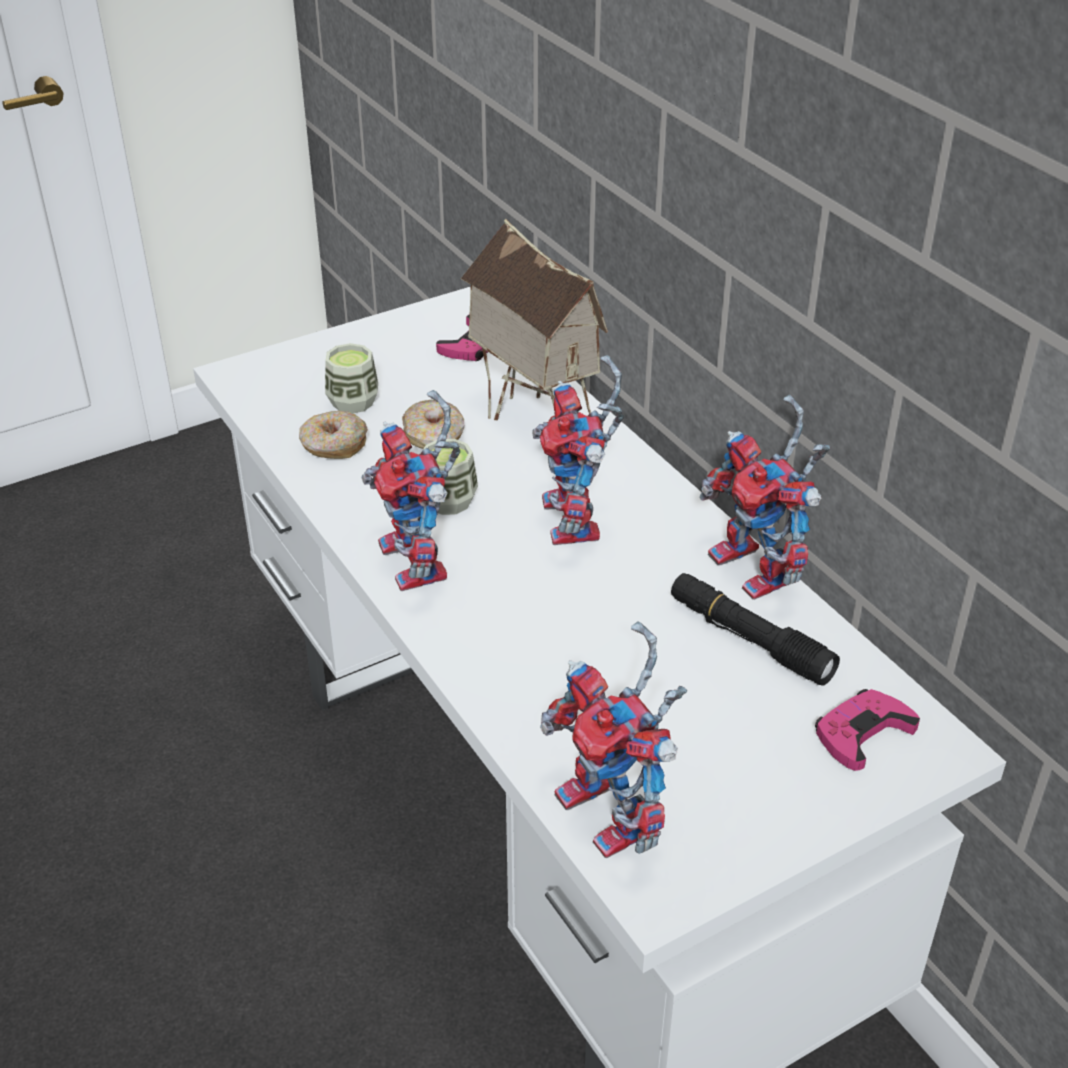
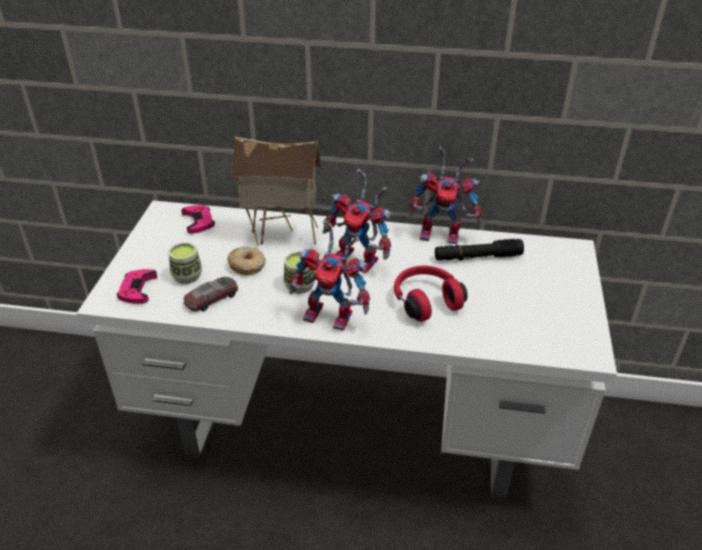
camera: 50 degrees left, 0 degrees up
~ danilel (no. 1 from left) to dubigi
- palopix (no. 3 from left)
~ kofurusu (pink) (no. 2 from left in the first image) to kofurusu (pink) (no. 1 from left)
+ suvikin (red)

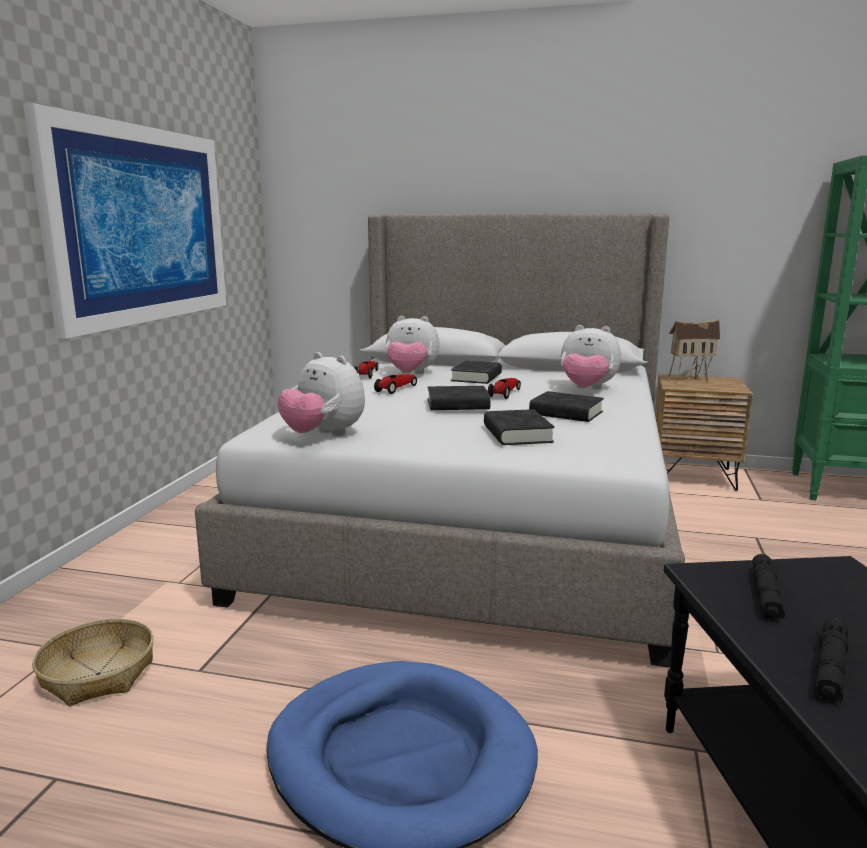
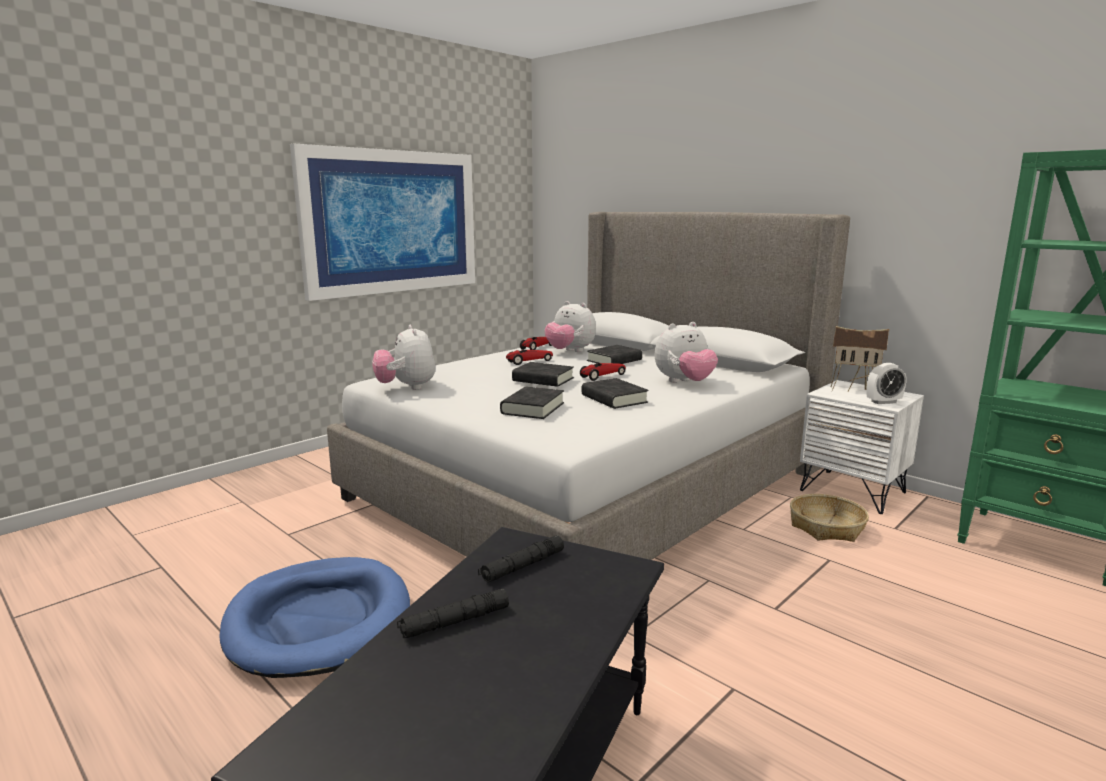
camera: 30 degrees right, 0 degrees up
~ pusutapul (no. 3 from left) 75 degrees counterclockwise
~ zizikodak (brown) to zizikodak (white)
~ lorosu
+ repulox

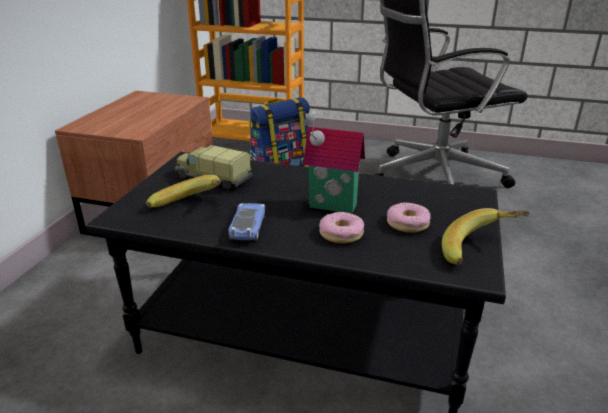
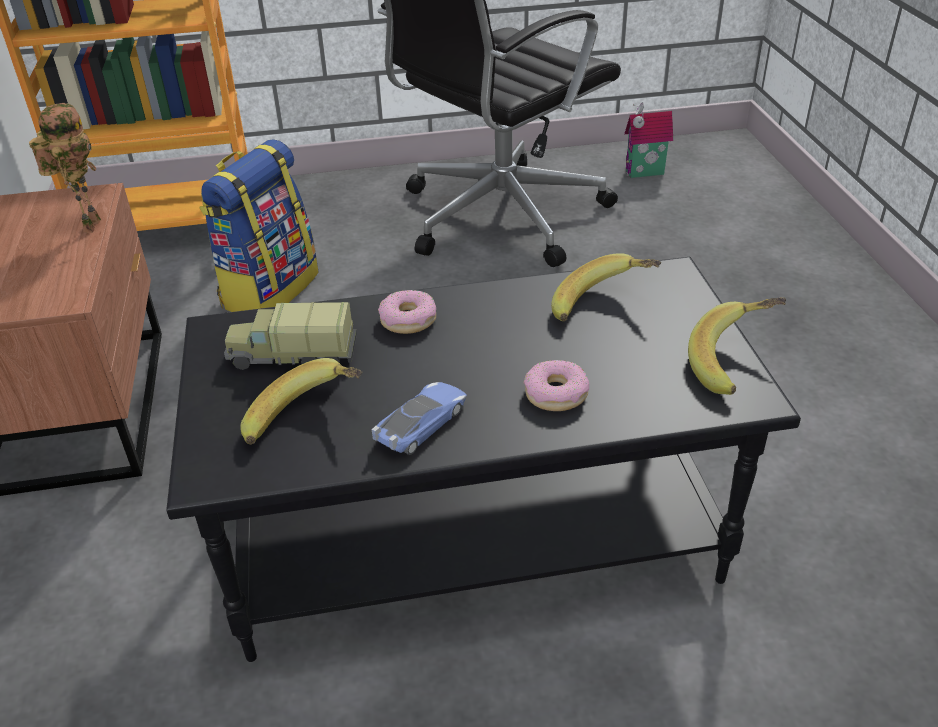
camera: 25 degrees left, 10 degrees up
~ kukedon
~ dubigi 60 degrees clockwise
~ danilel (no. 2 from left in the first image) to danilel (no. 1 from left)
+ palopix
+ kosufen (no. 2 from left)

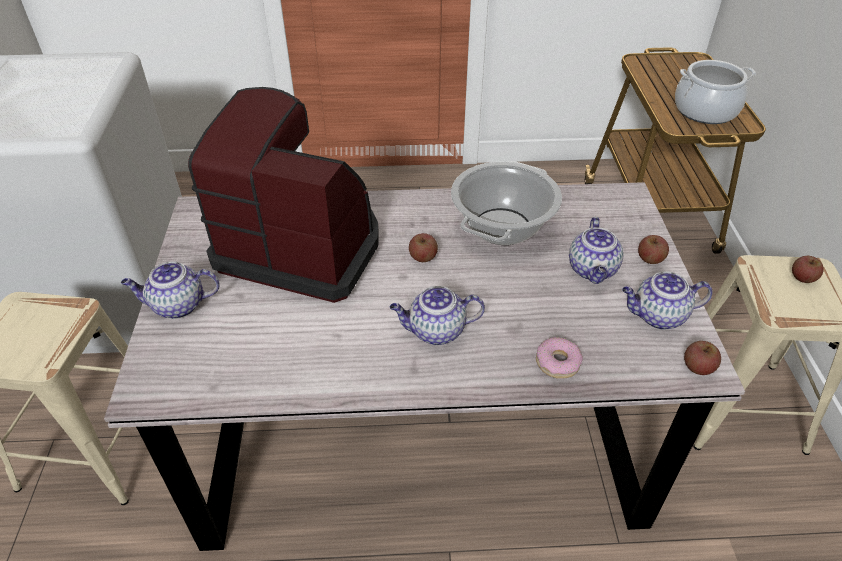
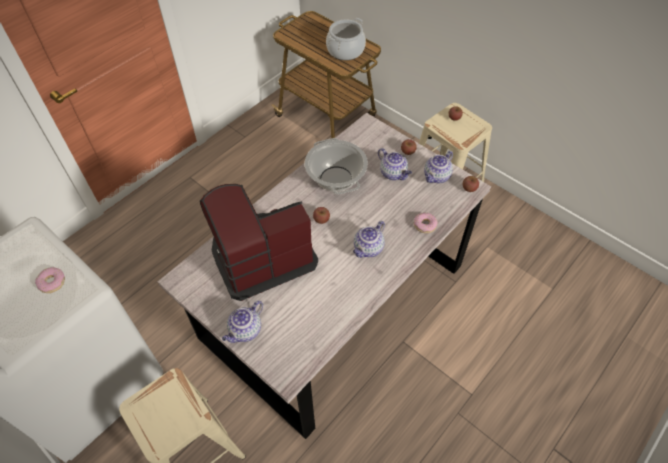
camera: 45 degrees left, 10 degrees up
+ danilel (no. 1 from left)

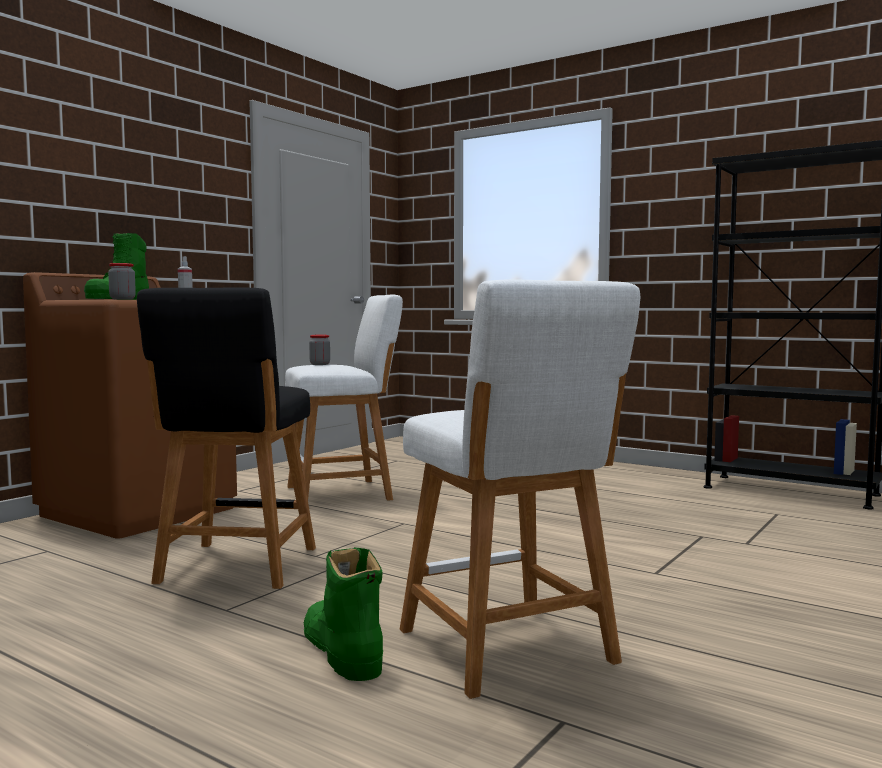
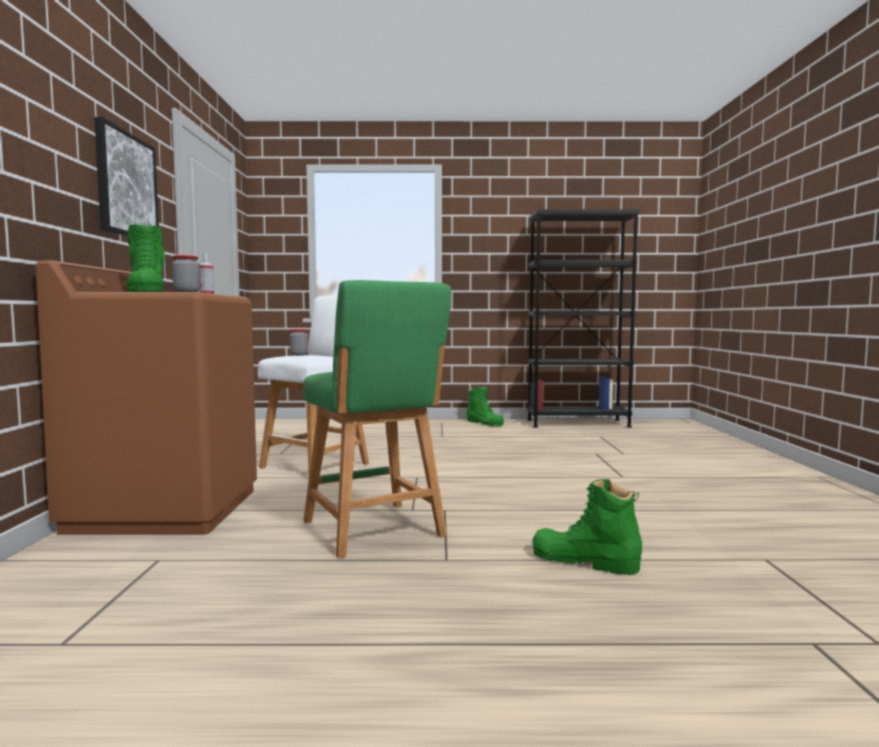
camera: 35 degrees left, 0 degrees up
- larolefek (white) (no. 2 from left)
~ larolefek (black) to larolefek (green)
+ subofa
+ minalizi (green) (no. 2 from left)

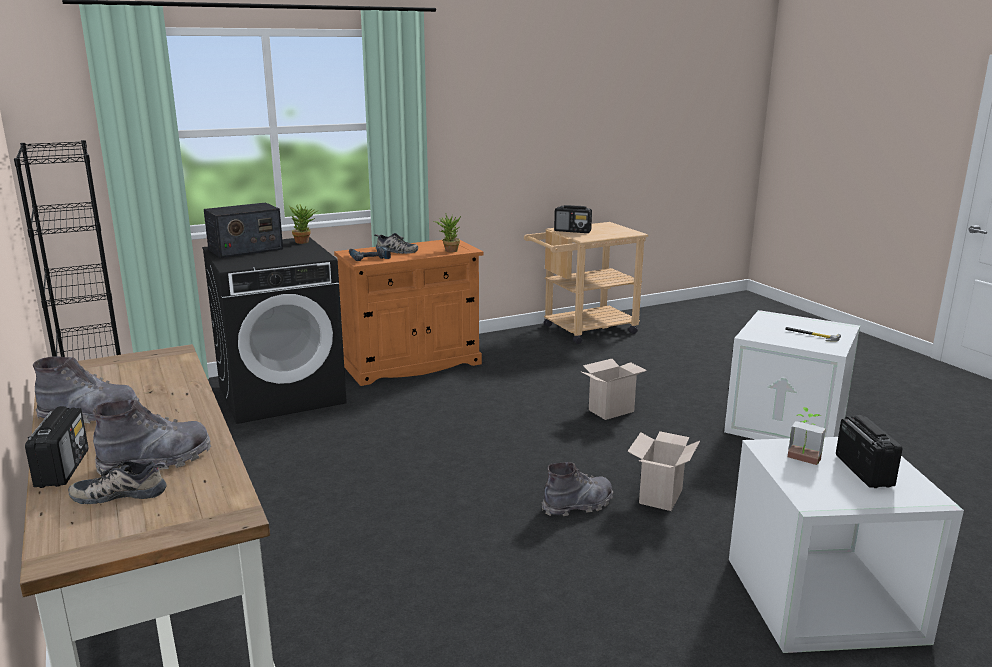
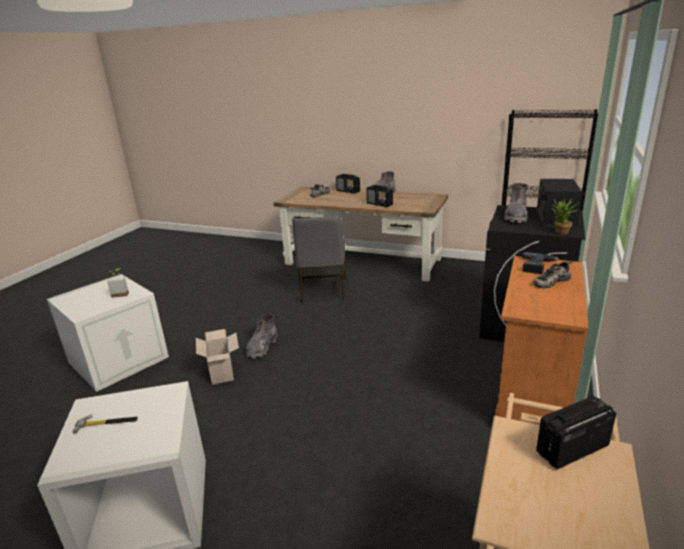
camera: 140 degrees right, 5 degrees up
- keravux (no. 2 from left)
- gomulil (no. 1 from left)
~ minalizi (grey) (no. 2 from left in the first image) to minalizi (grey) (no. 3 from left)
~ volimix (no. 4 from left in the first image) to volimix (no. 2 from left)
+ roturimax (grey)

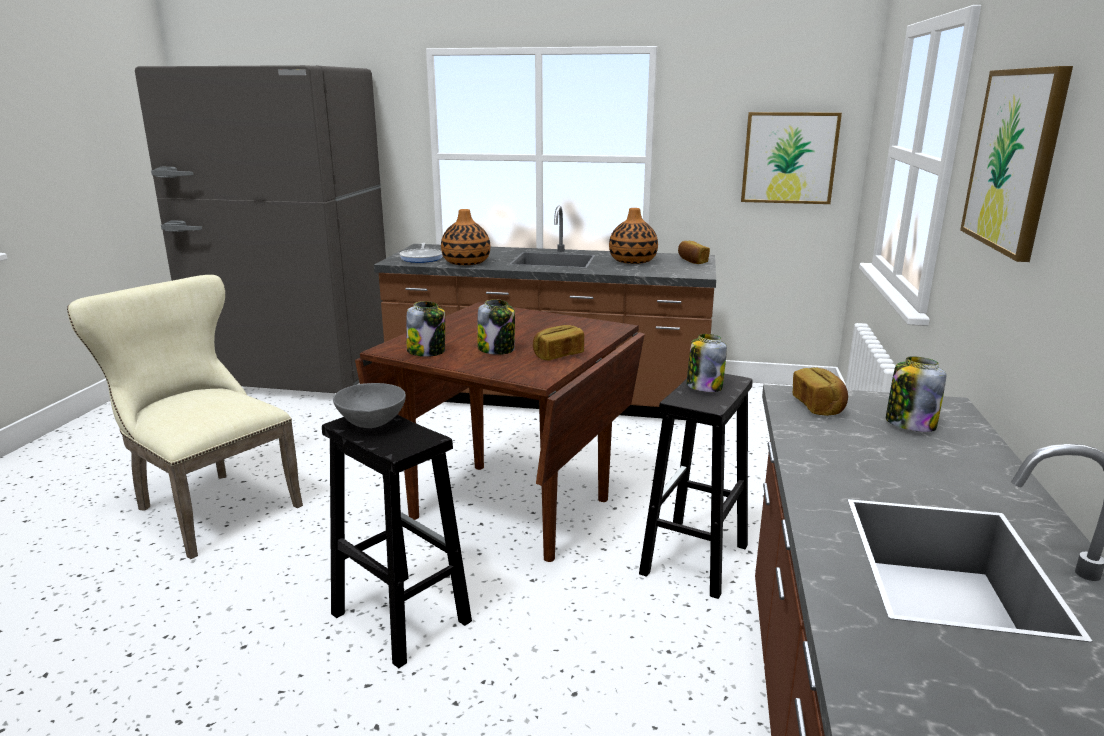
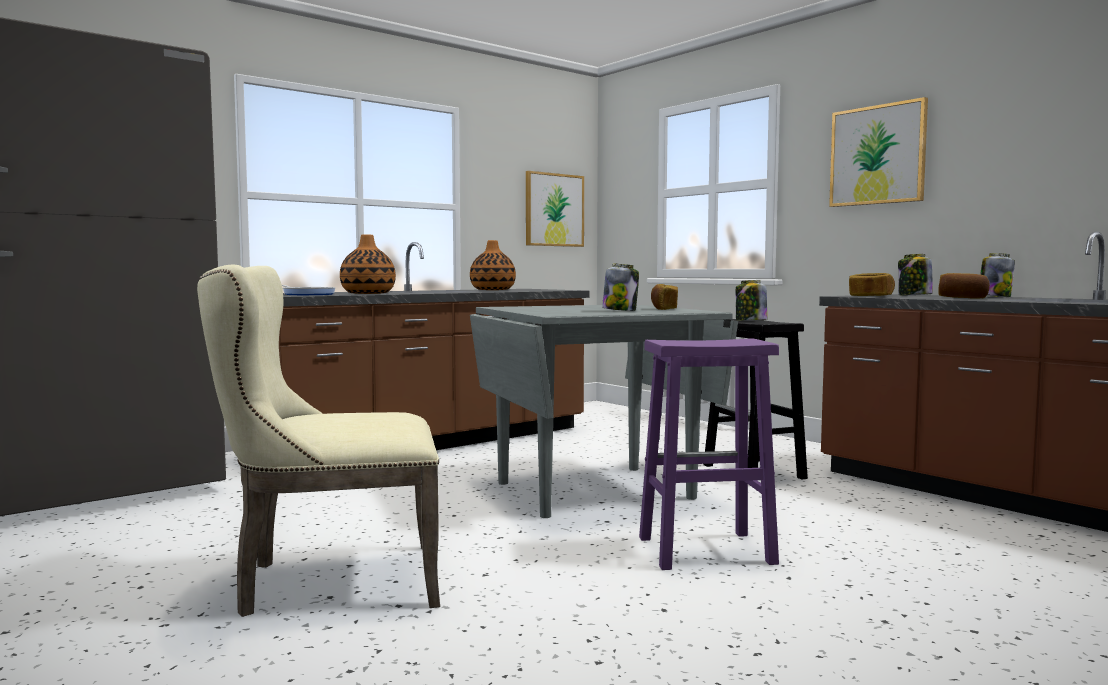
camera: 50 degrees left, 15 degrees down
~ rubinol (no. 2 from left in the first image) to rubinol (no. 3 from left)
~ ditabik (no. 1 from left in the first image) to ditabik (no. 4 from left)
~ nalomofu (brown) to nalomofu (grey)
- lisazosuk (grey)
~ larolefek (black) (no. 1 from left) to larolefek (purple)

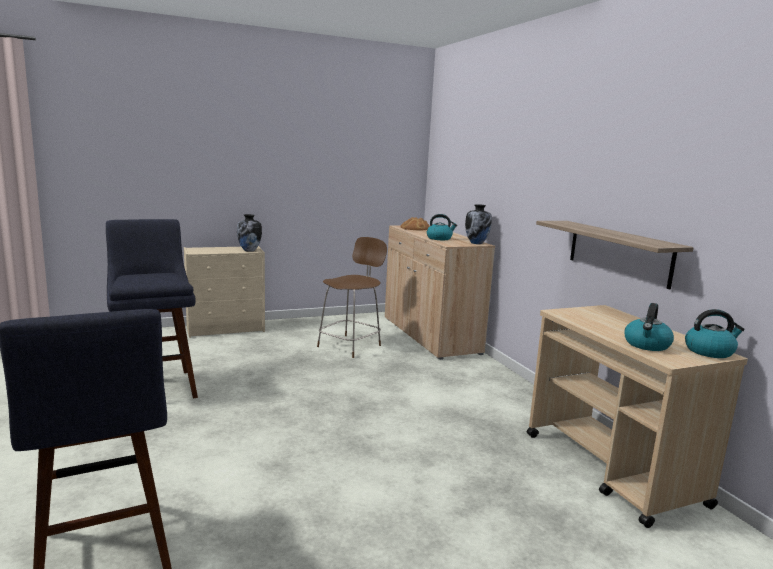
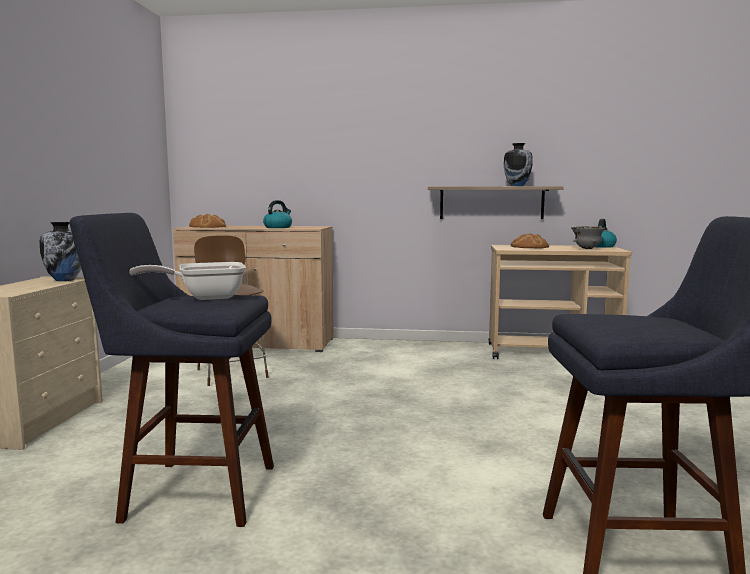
camera: 60 degrees left, 5 degrees down
~ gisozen (no. 2 from left)
~ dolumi (no. 2 from left) to lisazosuk (grey)
+ rubinol (no. 2 from left)
+ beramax

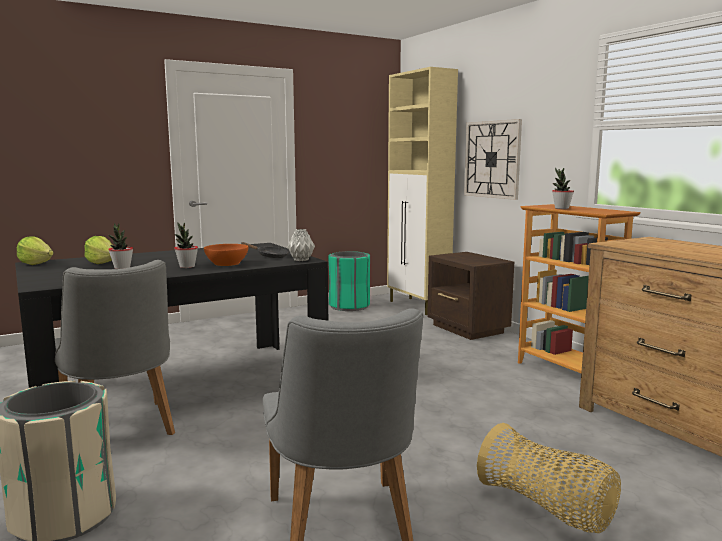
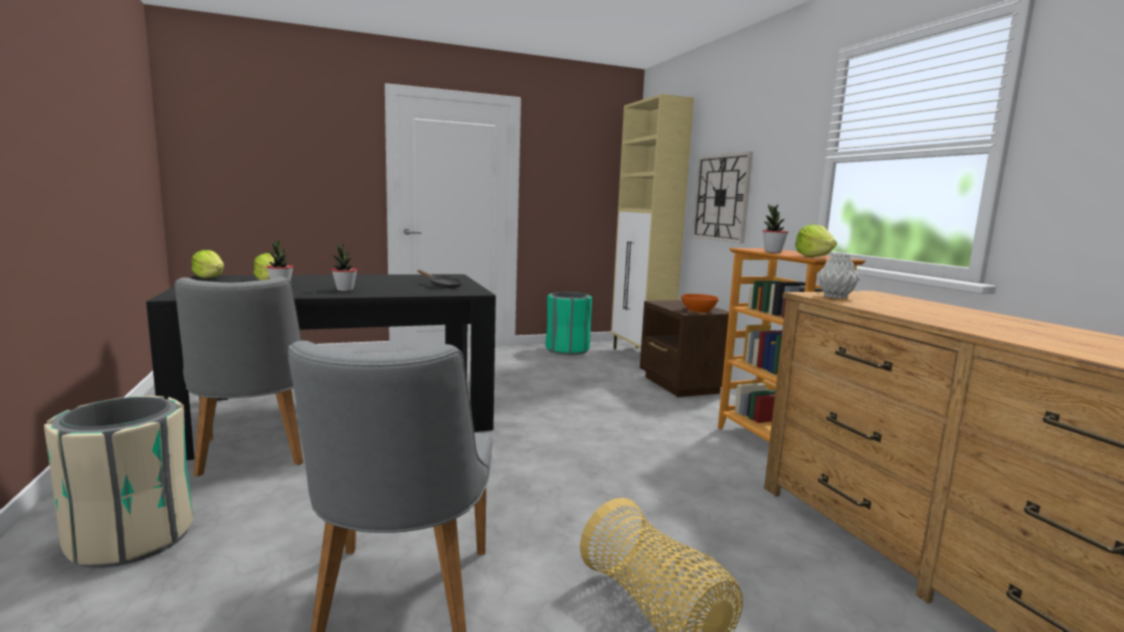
camera: 10 degrees right, 0 degrees up
~ gisozen (grey)
~ lisazosuk (orange)
+ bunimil (no. 3 from left)

